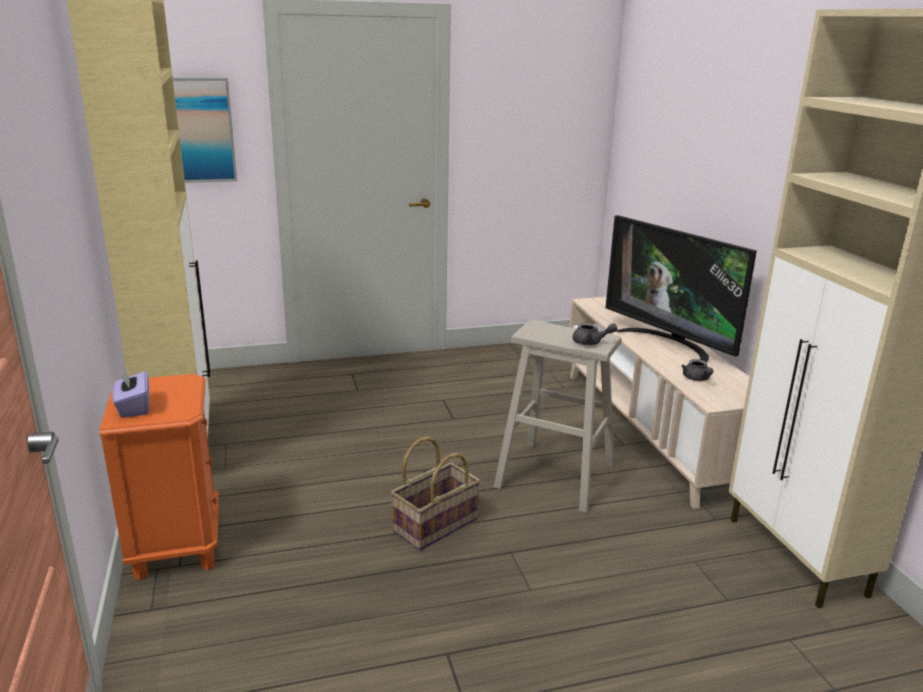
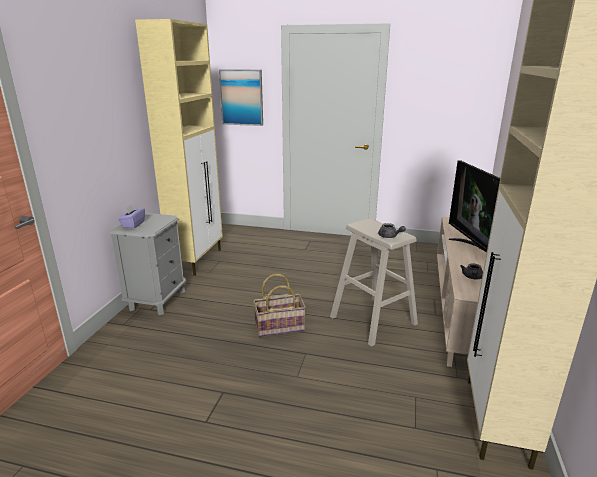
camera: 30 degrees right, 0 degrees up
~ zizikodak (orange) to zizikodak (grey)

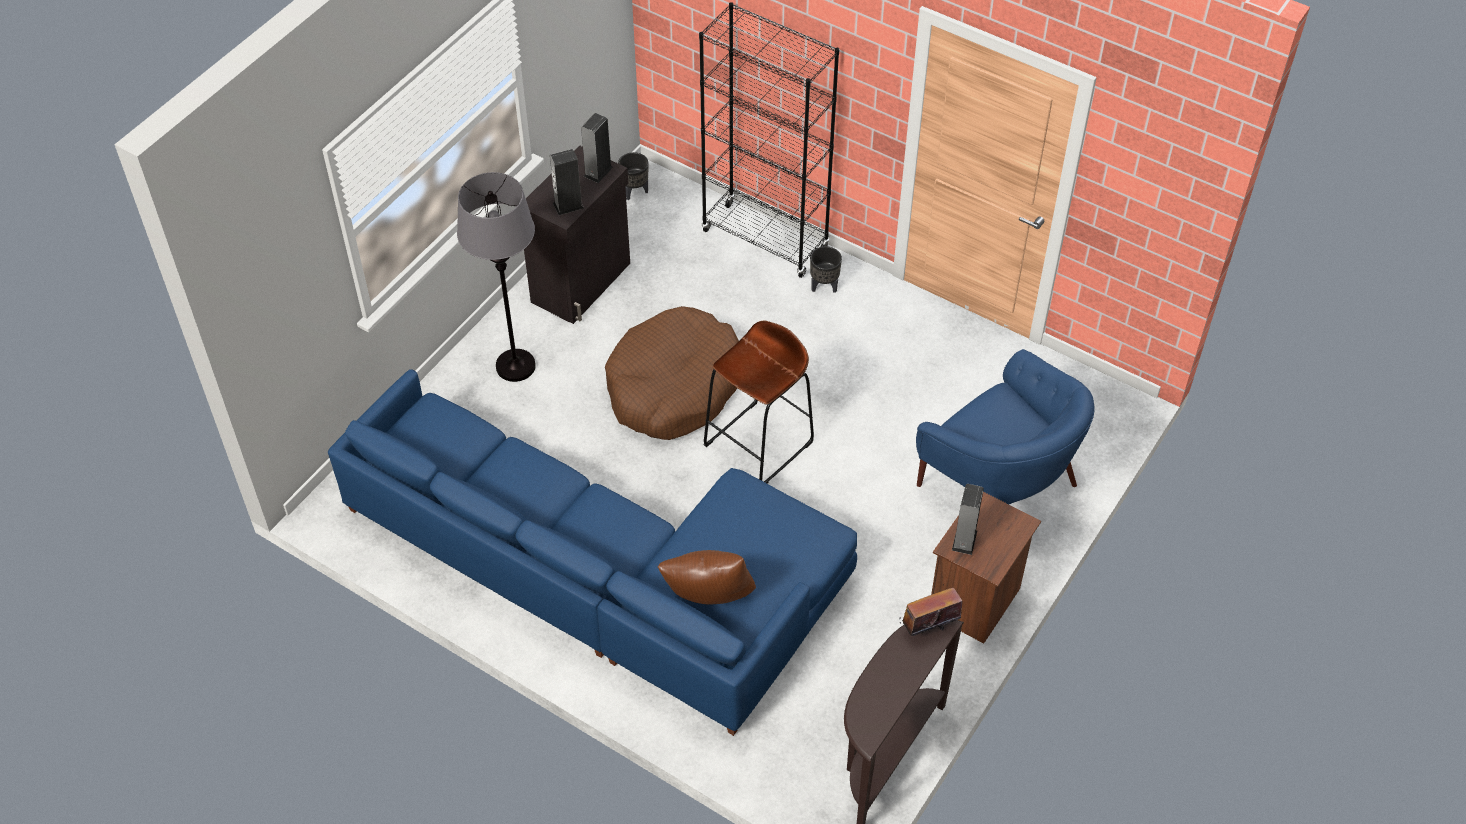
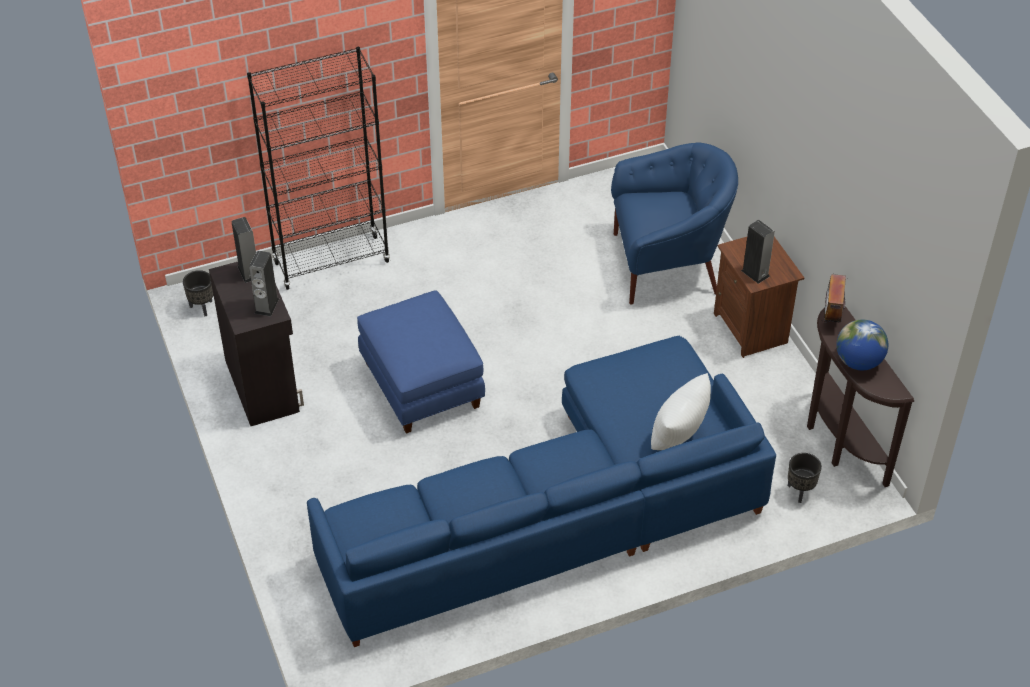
camera: 55 degrees left, 5 degrees down
- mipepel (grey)
~ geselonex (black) (no. 2 from left)
~ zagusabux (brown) to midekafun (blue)
- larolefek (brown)
~ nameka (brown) to nameka (white)
+ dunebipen

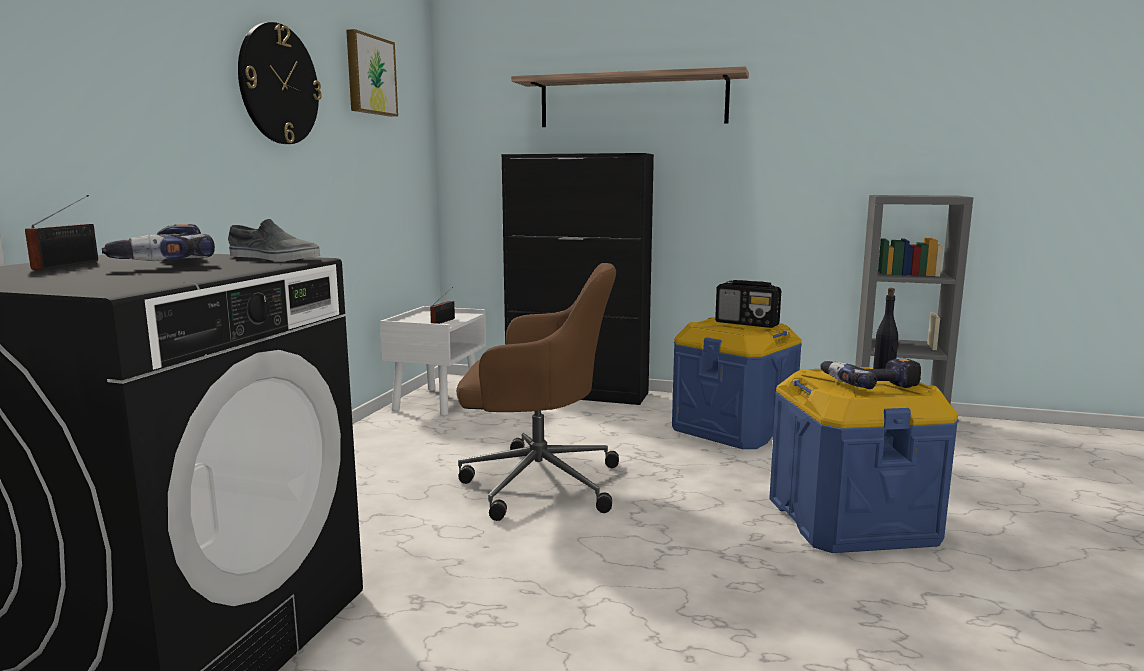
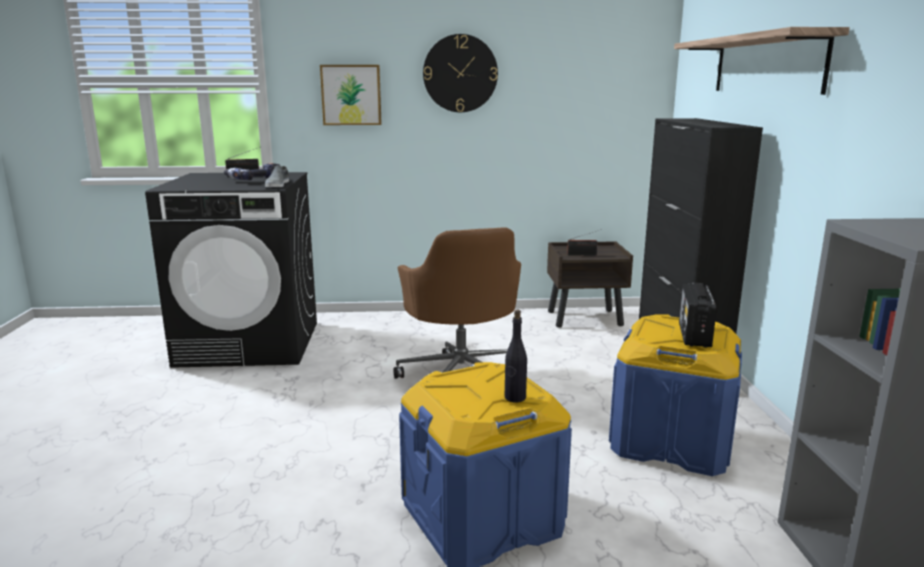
camera: 70 degrees right, 5 degrees up
~ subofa
~ zizikodak (white) to zizikodak (brown)
- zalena (no. 2 from left)

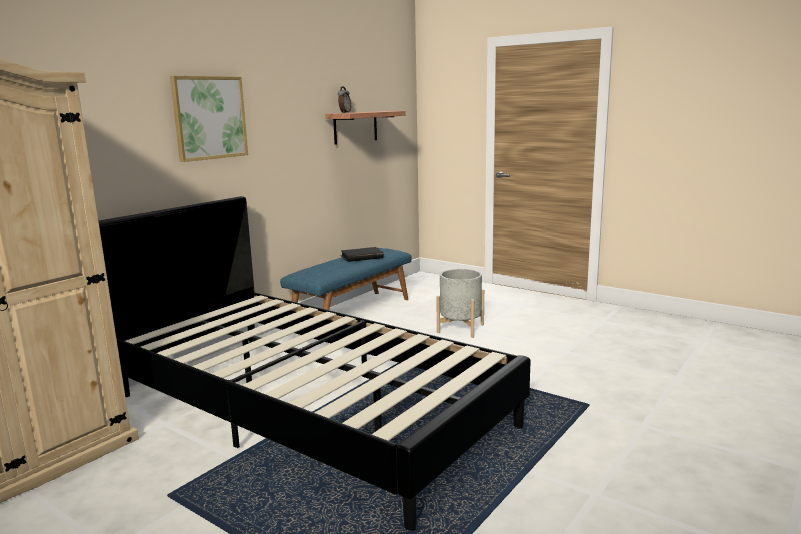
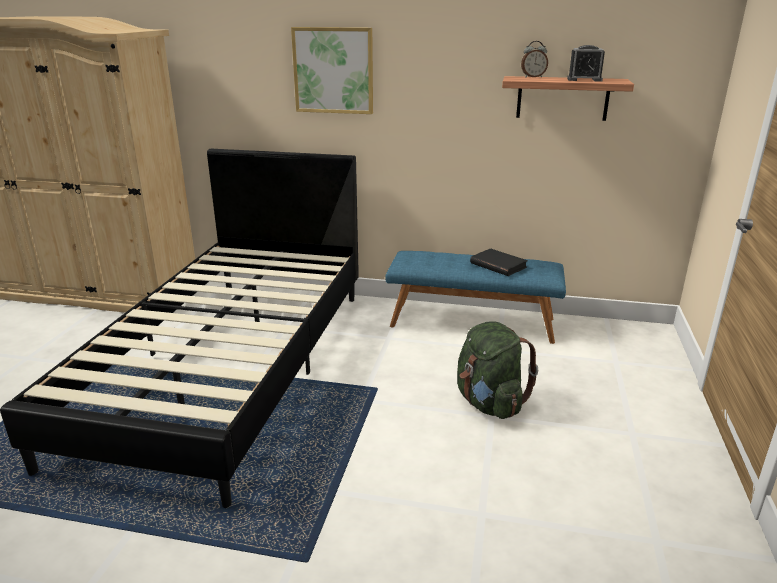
camera: 65 degrees right, 10 degrees up
~ geselonex (grey) to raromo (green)
+ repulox (no. 2 from left)

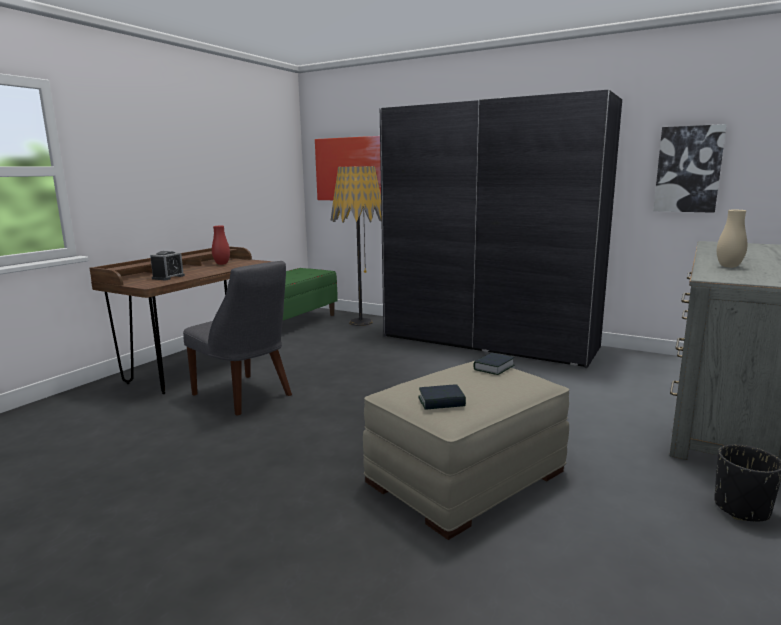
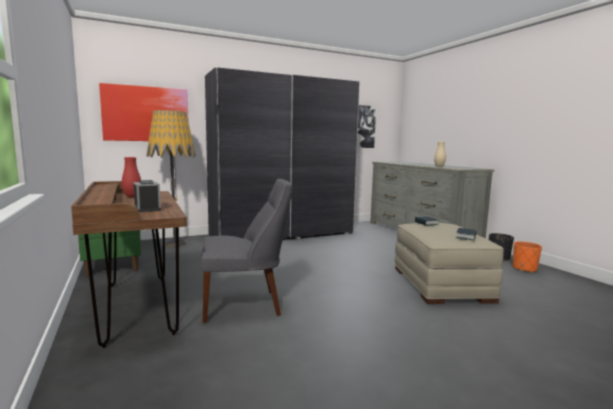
camera: 55 degrees left, 5 degrees down
+ geselonex (orange)

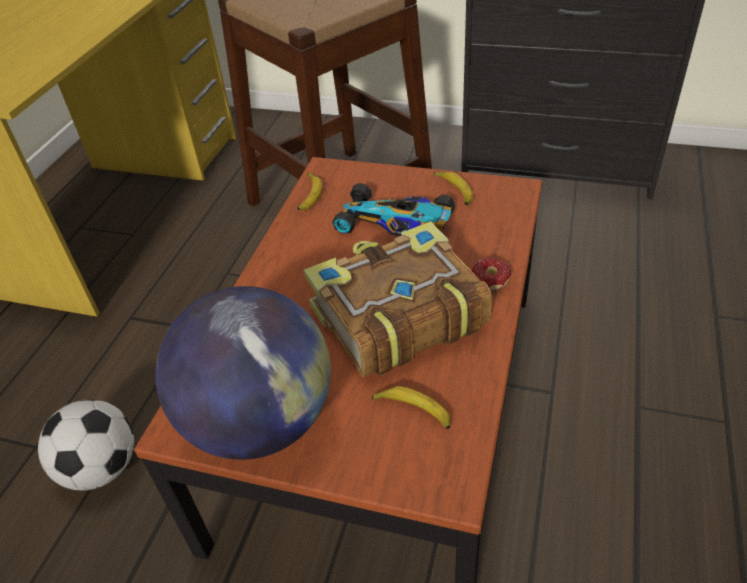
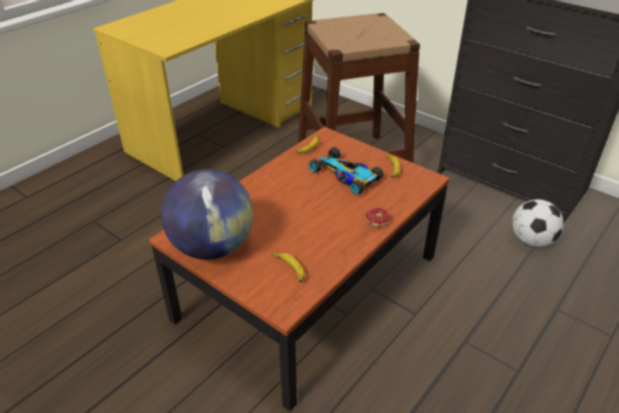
camera: 20 degrees right, 5 degrees down
- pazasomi
~ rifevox

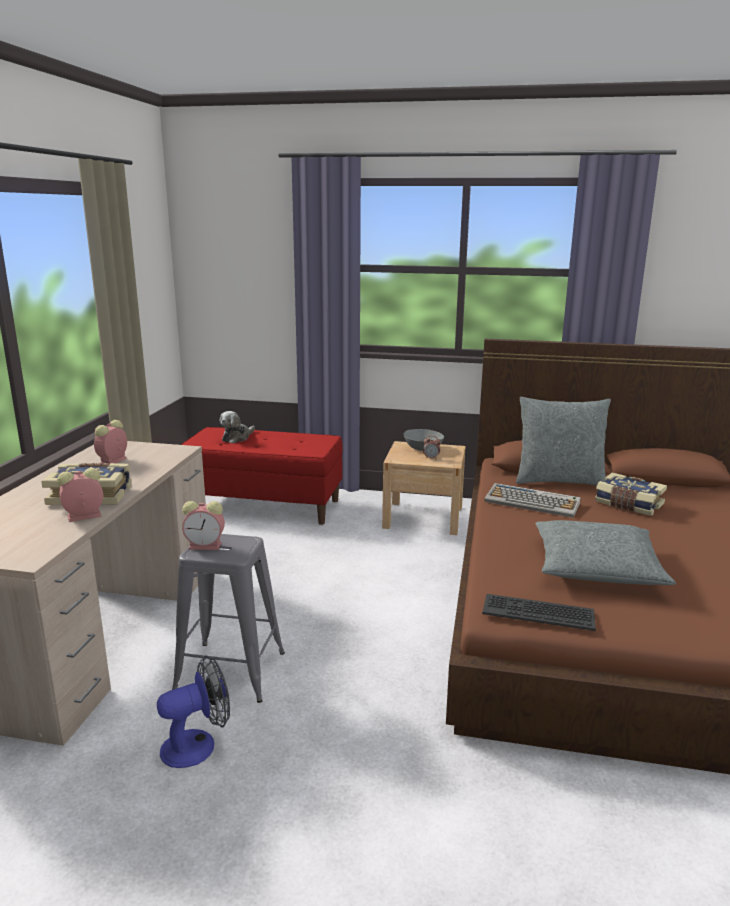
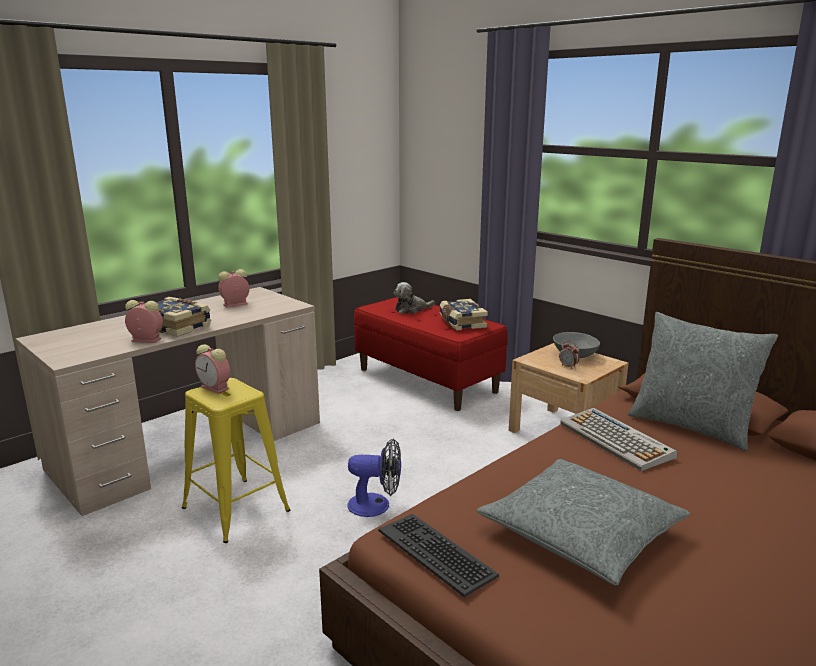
camera: 35 degrees right, 0 degrees up
~ pazasomi (no. 2 from left)
~ larolefek (grey) to larolefek (yellow)
~ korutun

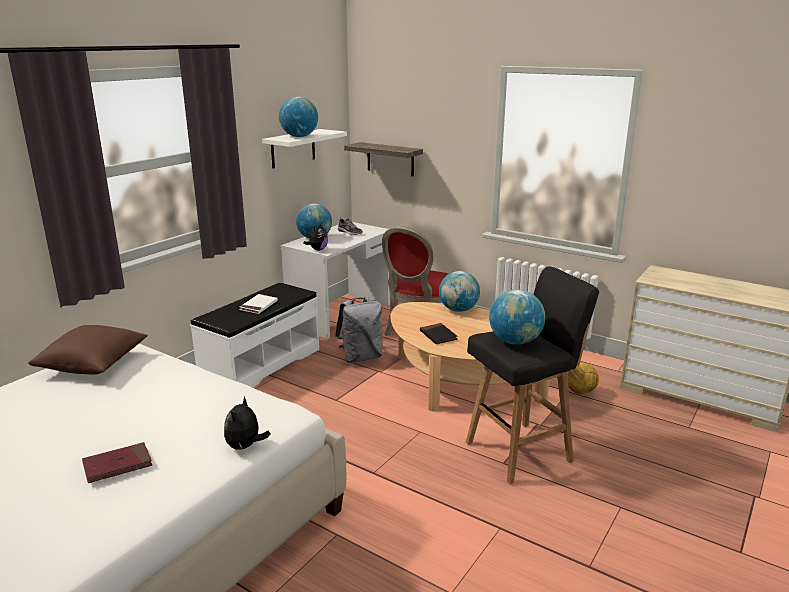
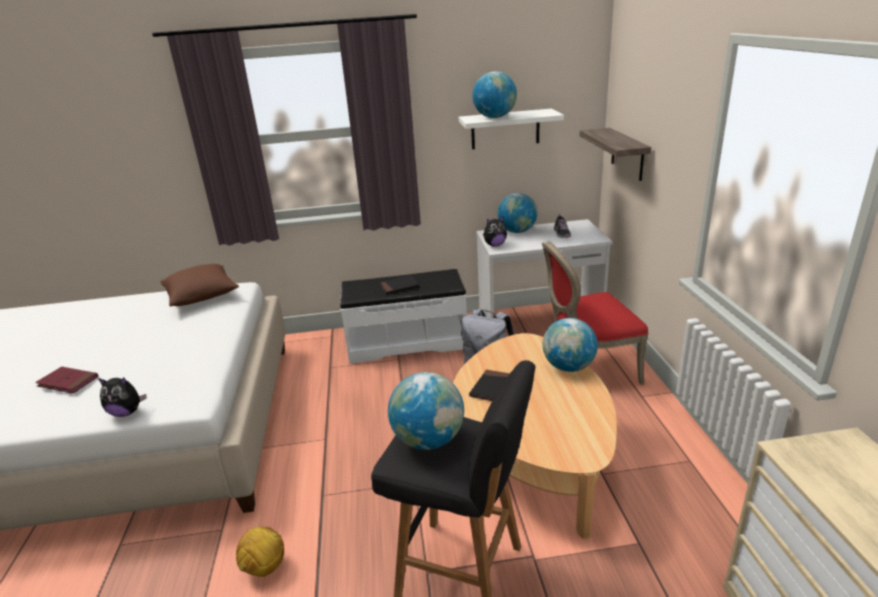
camera: 50 degrees right, 5 degrees up
~ pazasomi (white) to pazasomi (black) (no. 1 from left)
~ rifevox
~ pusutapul (no. 1 from left) 150 degrees counterclockwise

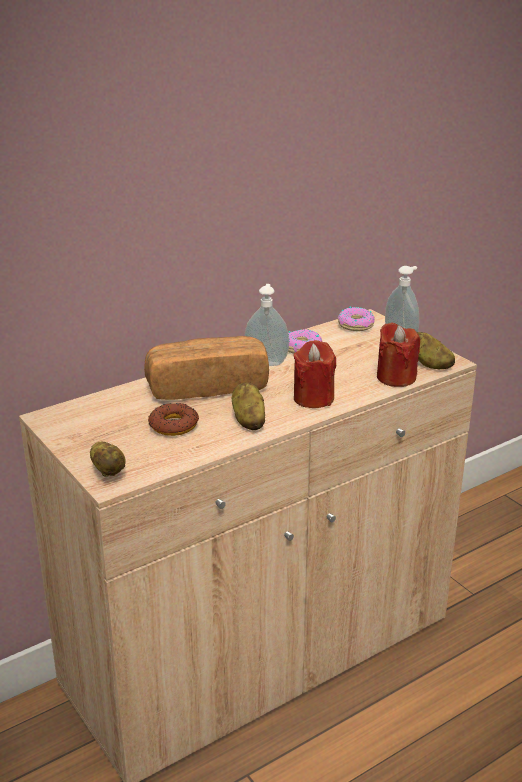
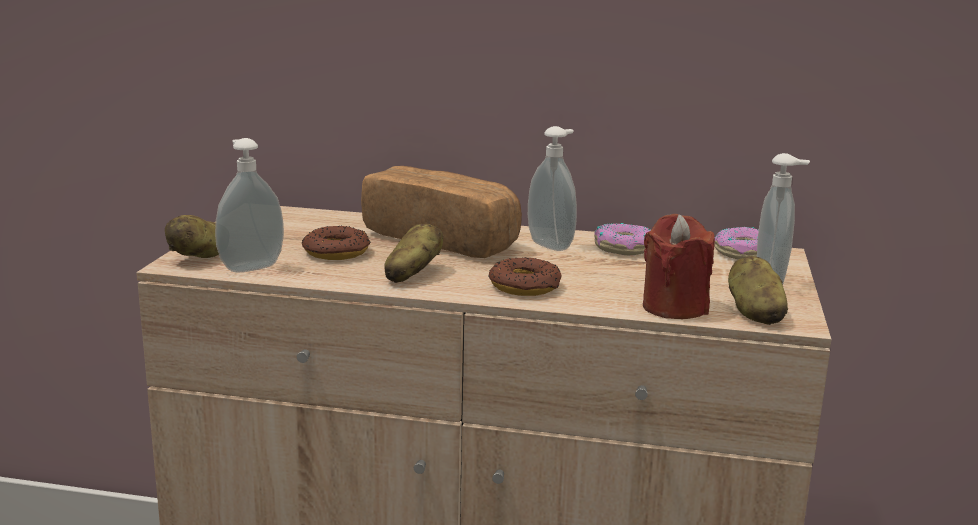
camera: 45 degrees right, 10 degrees down
~ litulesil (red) (no. 1 from left) to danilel (no. 2 from left)
+ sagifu (no. 1 from left)

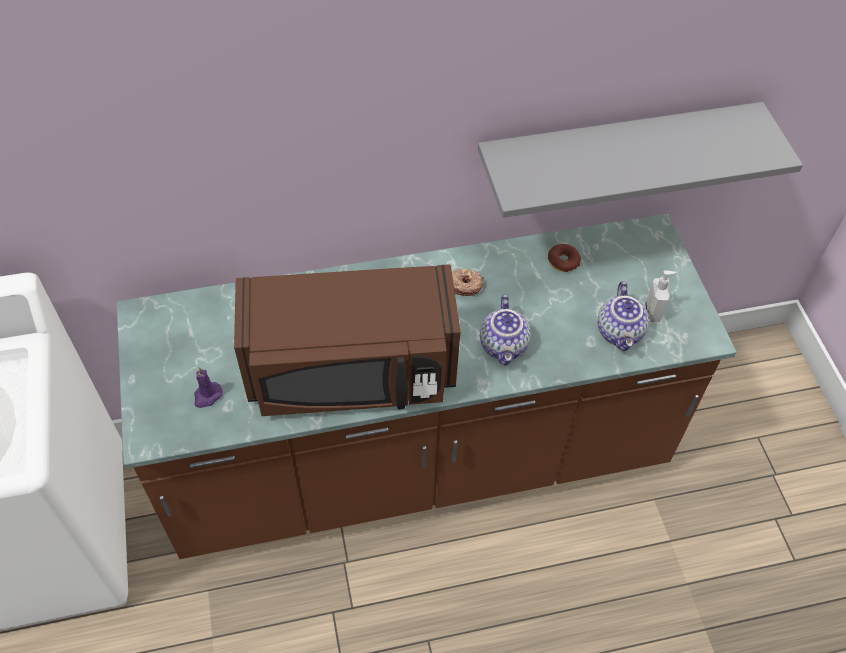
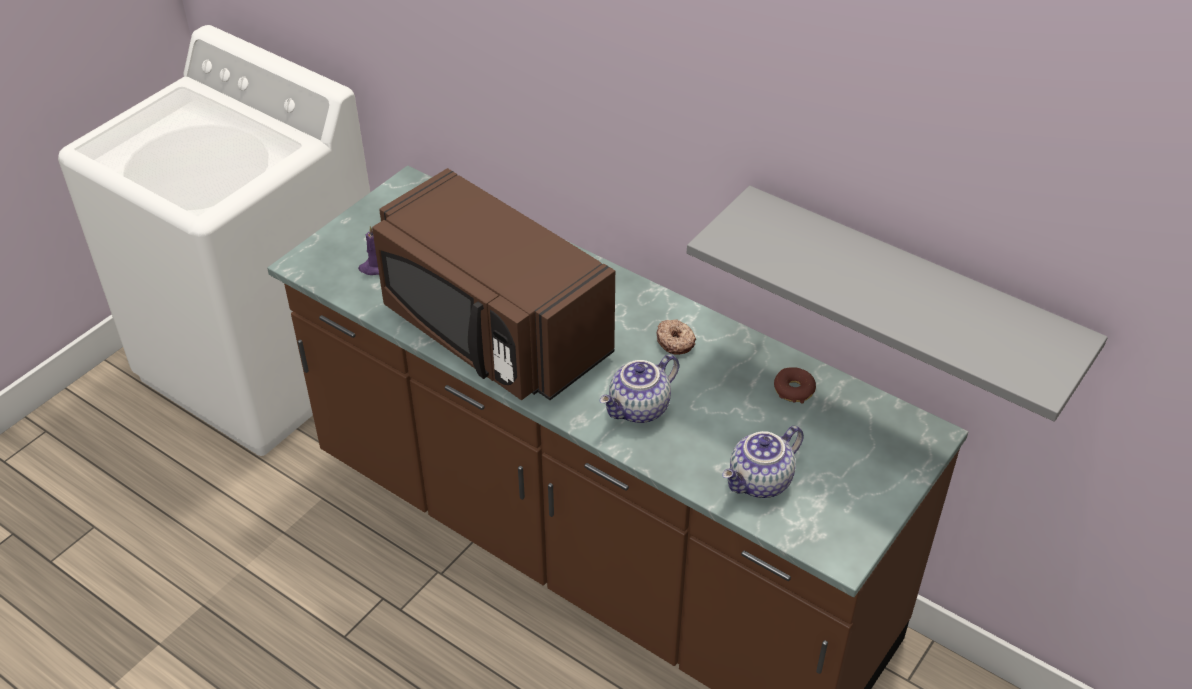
camera: 50 degrees right, 10 degrees down
- sagifu

